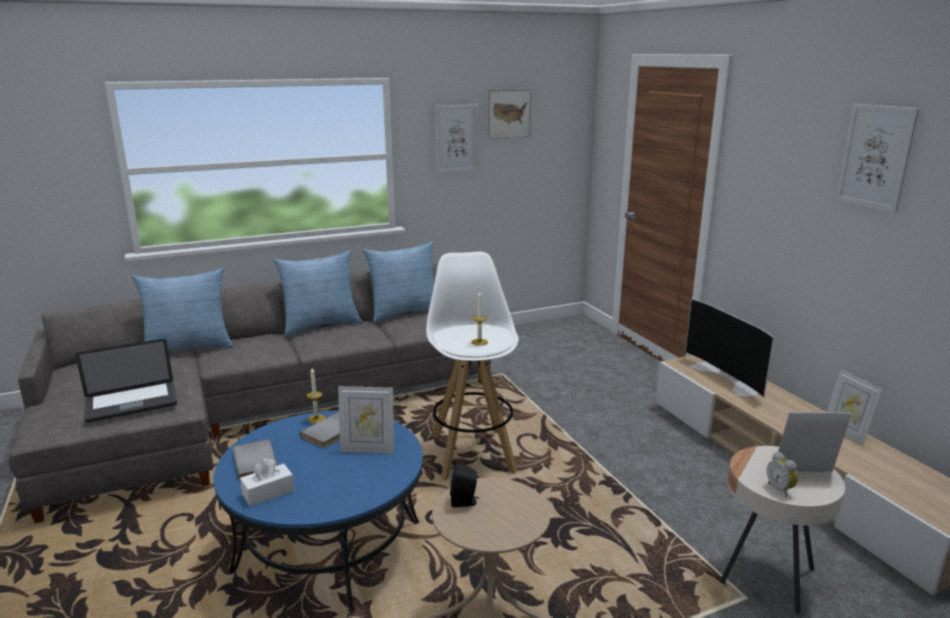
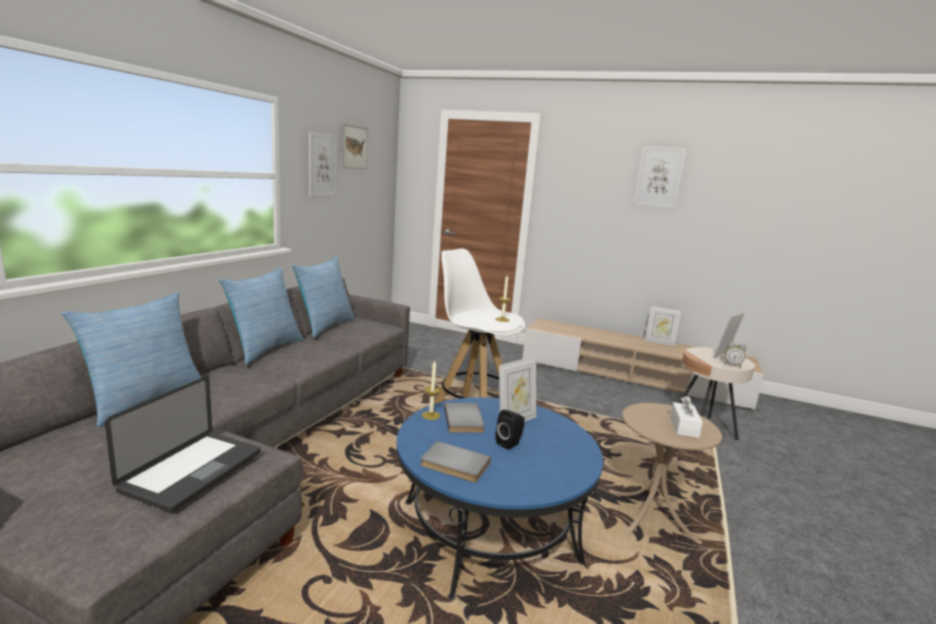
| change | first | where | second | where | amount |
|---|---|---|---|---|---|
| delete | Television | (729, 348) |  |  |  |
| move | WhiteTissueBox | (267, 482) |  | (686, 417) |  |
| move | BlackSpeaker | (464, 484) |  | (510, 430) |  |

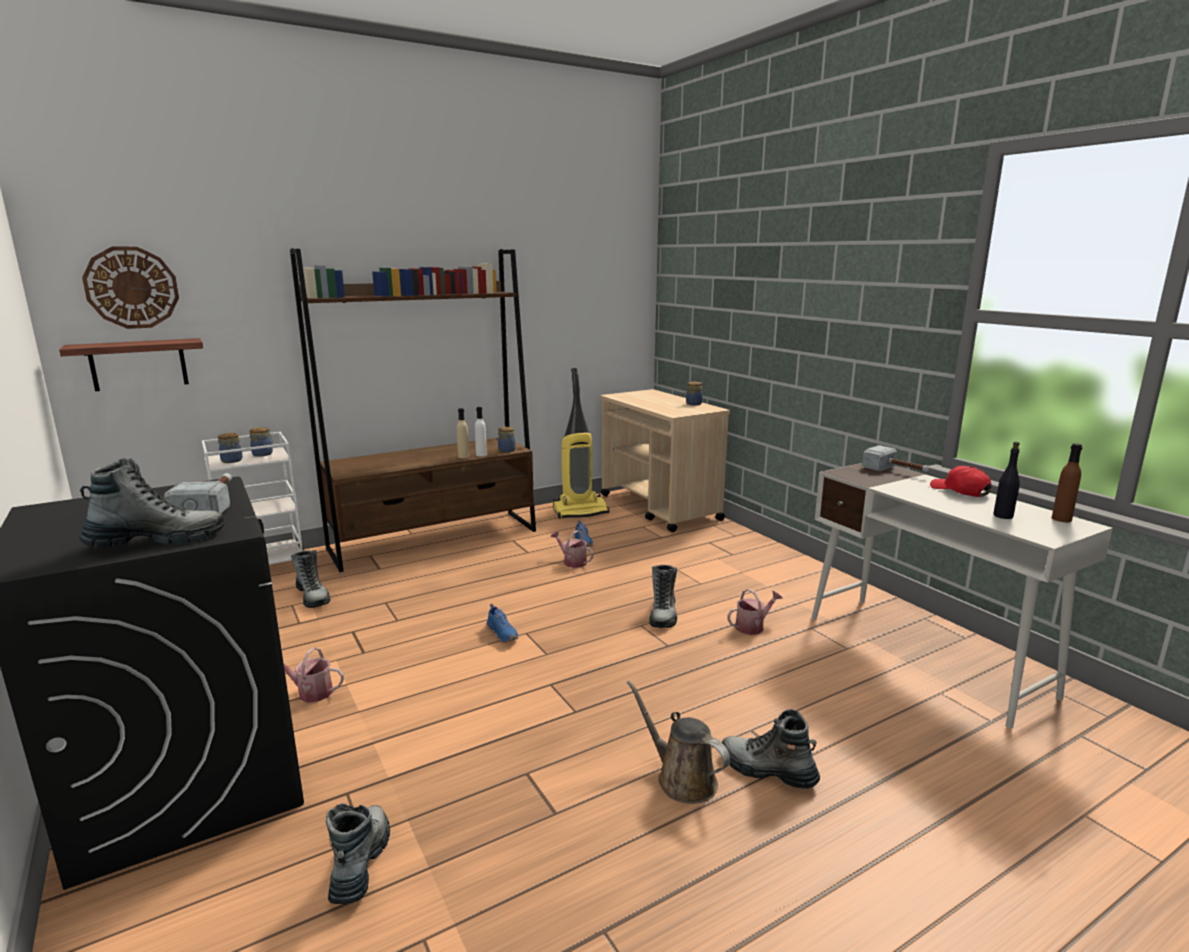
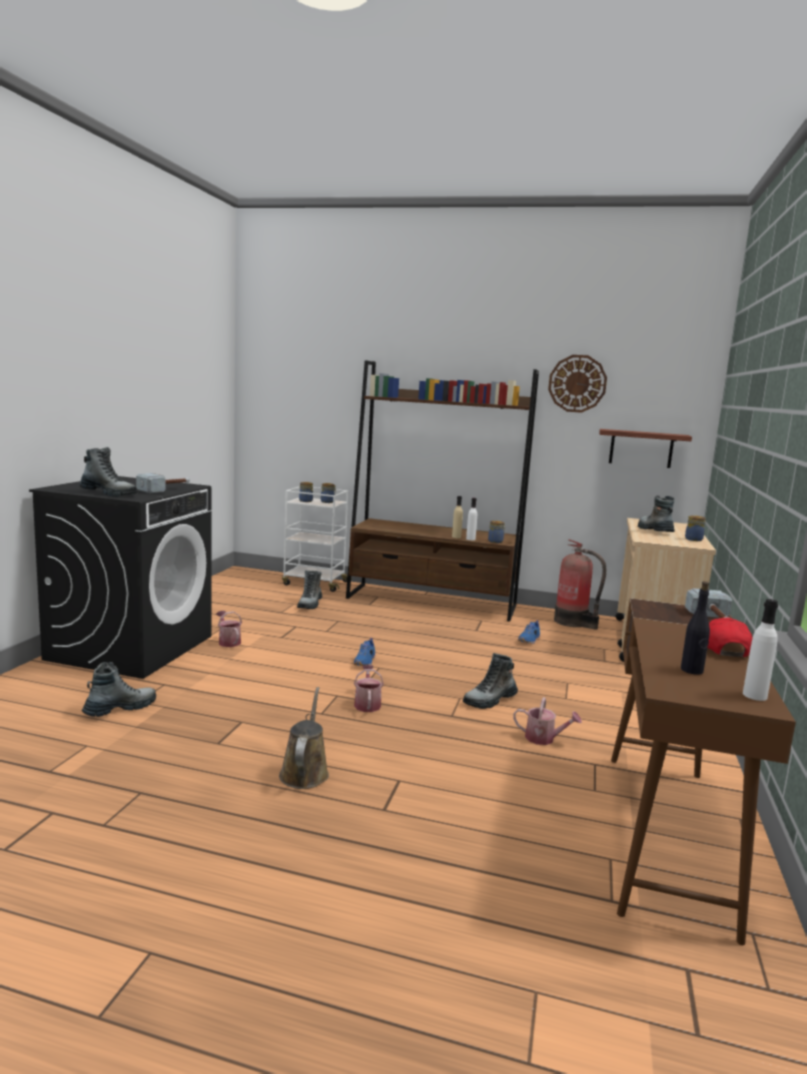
| change | first | where | second | where | amount |
|---|---|---|---|---|---|
| move | Shelf | (131, 364) |  | (645, 448) |  |
| move | WallClock | (130, 288) |  | (577, 384) |  |
| move | WateringCan | (572, 549) |  | (369, 688) |  |
| move | Boot | (771, 749) |  | (656, 513) |  |
| replace | VacuumCleaner | (581, 443) | FireExtinguisher | (580, 584) |  |
| recolor | WhiteDesk | (962, 596) | BrownDesk | (703, 771) |  |
| recolor | BrownBottle | (1067, 482) | WhiteBottle | (760, 650) |  |

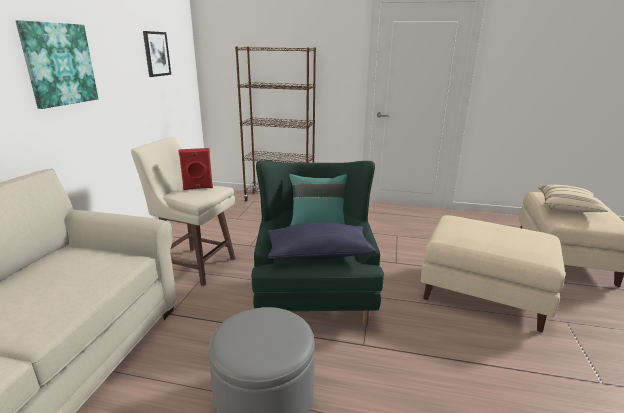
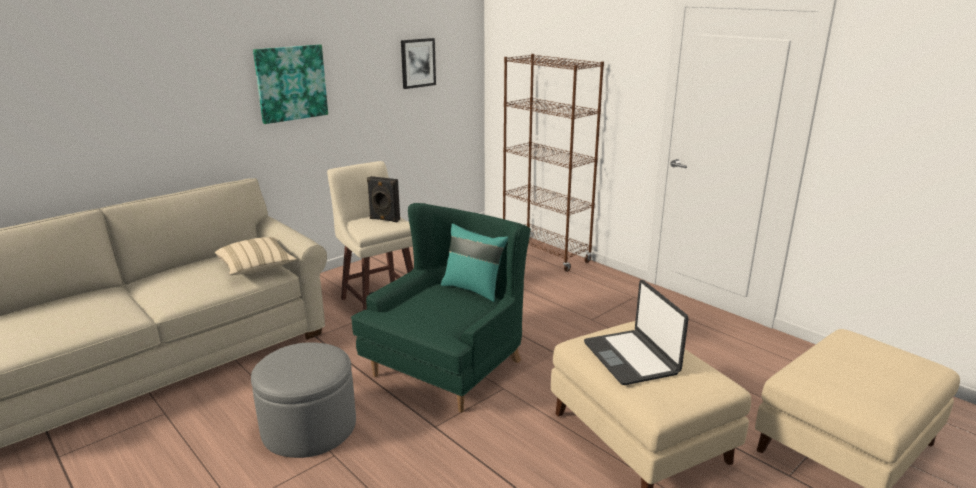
| change | first | where | second | where | amount |
|---|---|---|---|---|---|
| delete | BluePillow | (322, 241) |  |  |  |
| insert |  |  | Laptop | (636, 332) |  |
| move | BeigePillow | (573, 198) |  | (256, 256) |  |
| recolor | RedSpeaker | (195, 169) | BlackSpeaker | (383, 199) |  |

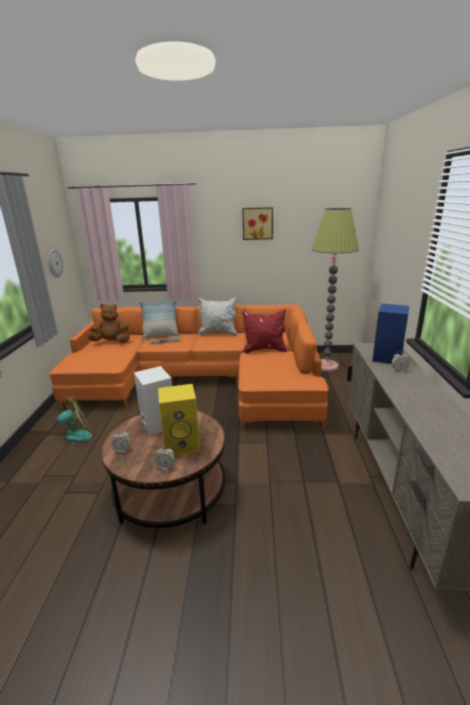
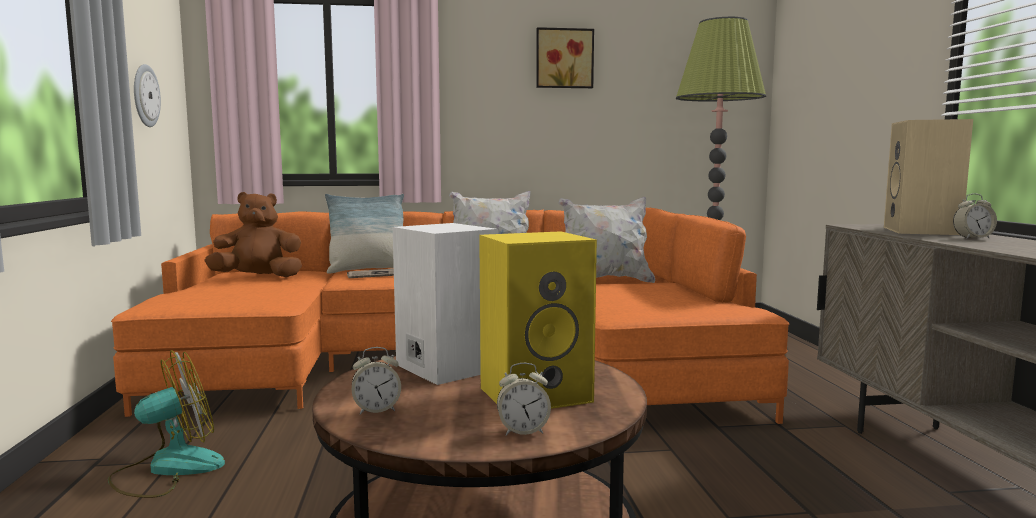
| change | first | where | second | where | amount |
|---|---|---|---|---|---|
| recolor | RedPillow | (264, 331) | WhitePillow | (607, 240) |  |
| recolor | BlueSpeaker | (391, 334) | BeigeSpeaker | (928, 177) |  |

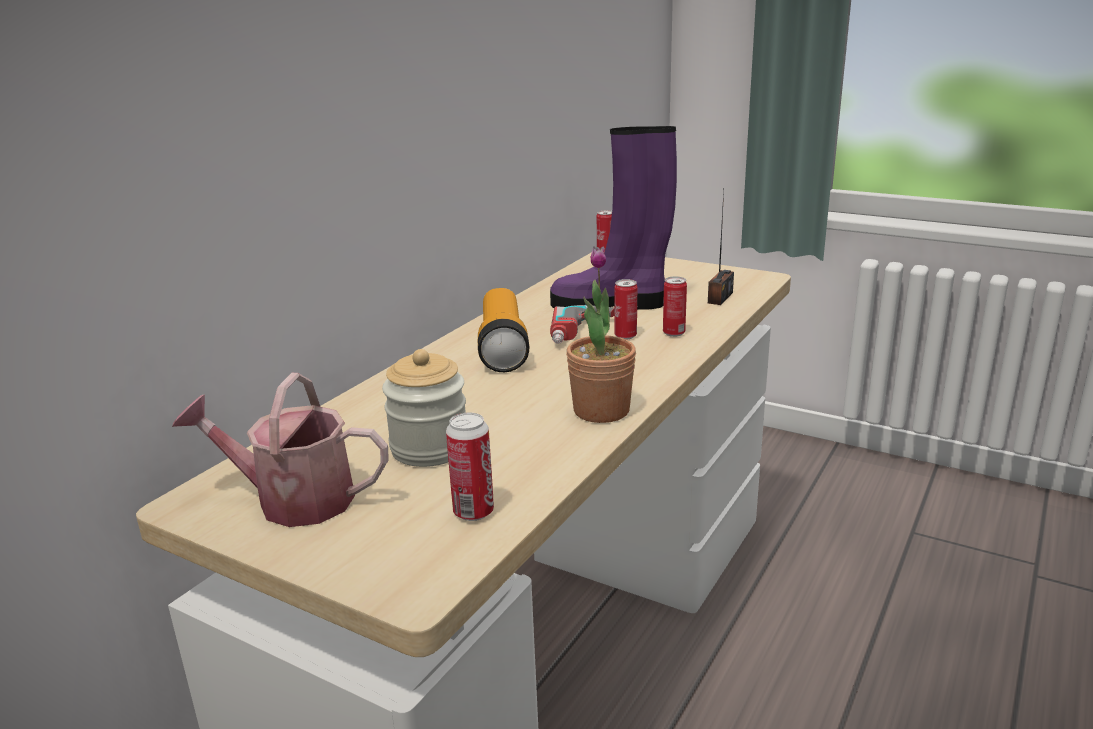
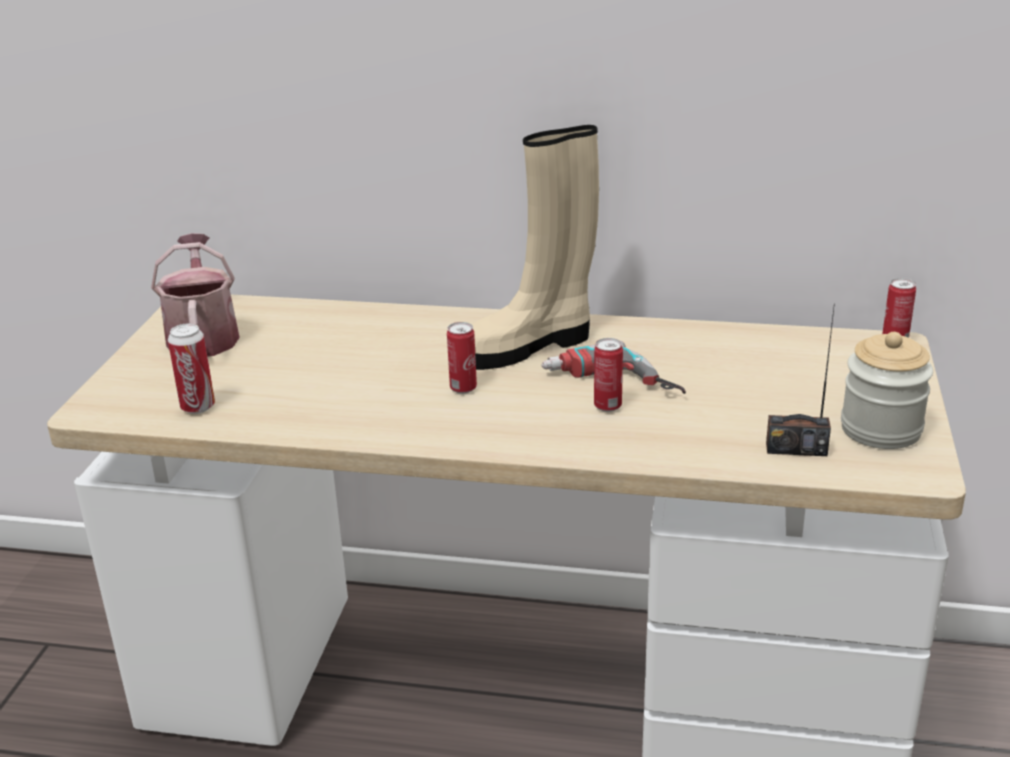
| change | first | where | second | where | amount |
|---|---|---|---|---|---|
| delete | PurpleBoot | (613, 218) |  |  |  |
| delete | PottedPlant | (601, 334) |  |  |  |
| move | Jar | (424, 408) |  | (887, 390) |  |
| move | Can | (675, 306) |  | (462, 358) |  |
| replace | Flashlight | (503, 330) | BeigeBoot | (535, 247) |  |

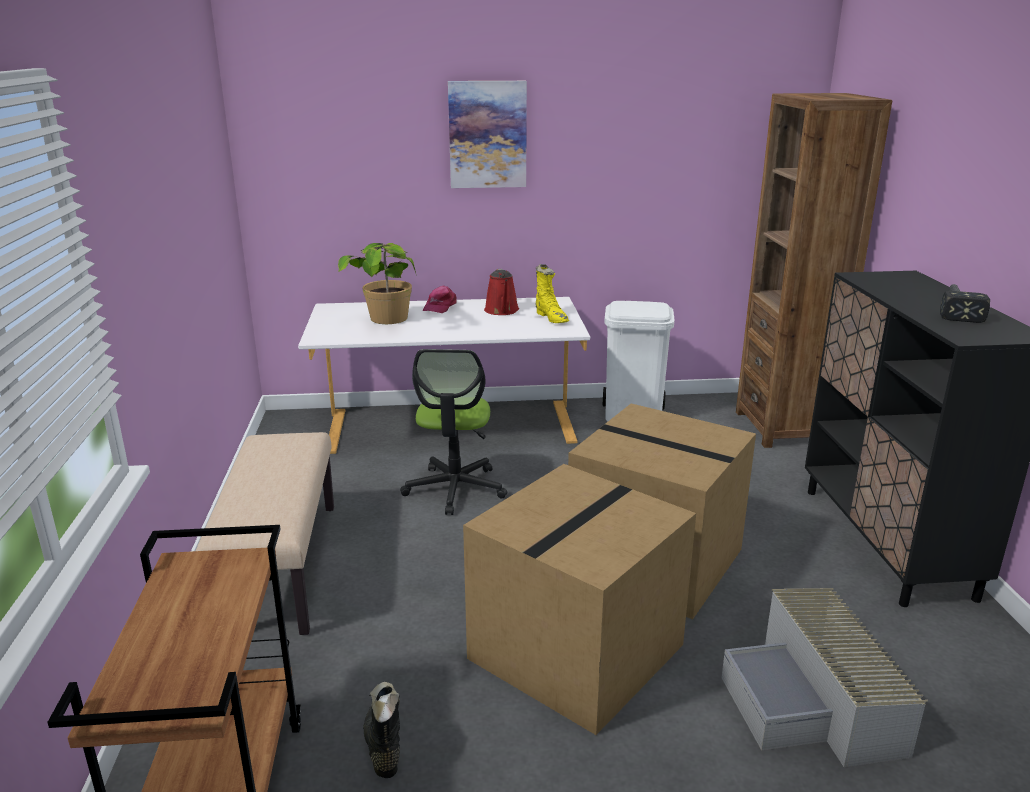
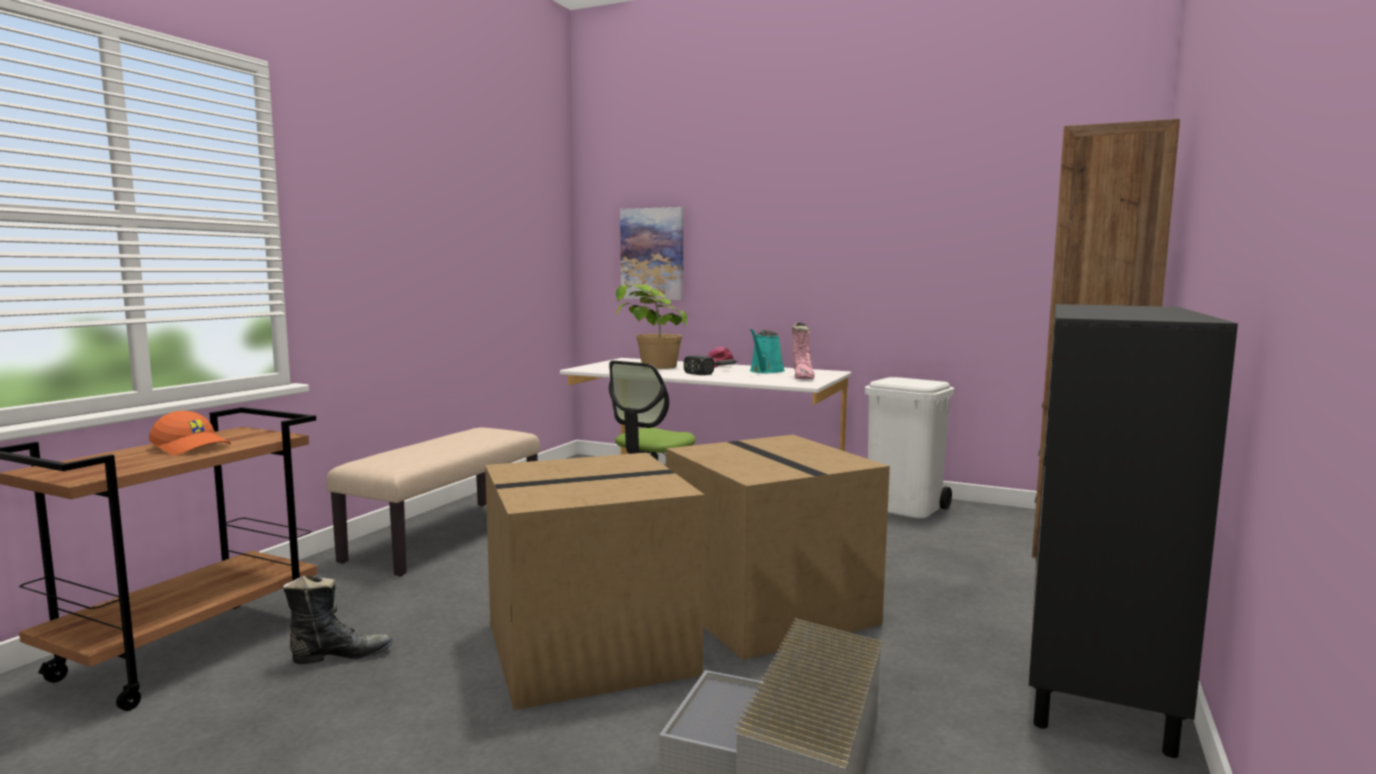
| change | first | where | second | where | amount |
|---|---|---|---|---|---|
| insert |  |  | OrangeCap | (190, 433) |  |
| move | Picture | (487, 134) |  | (651, 253) |  |
| move | Hammer | (965, 303) |  | (711, 365) |  |
| recolor | RedWateringCan | (501, 292) | TurquoiseWateringCan | (767, 351) |  |
| recolor | YellowBoot | (552, 293) | PinkBoot | (803, 350) |  |
| rotate | BlackBoot | (381, 729) |  | (338, 619) | 60 degrees clockwise |

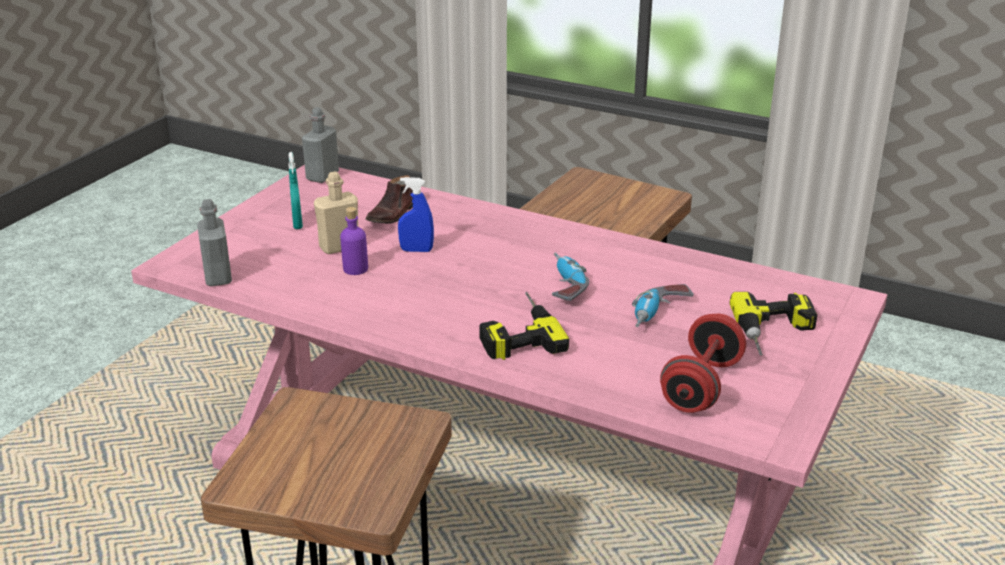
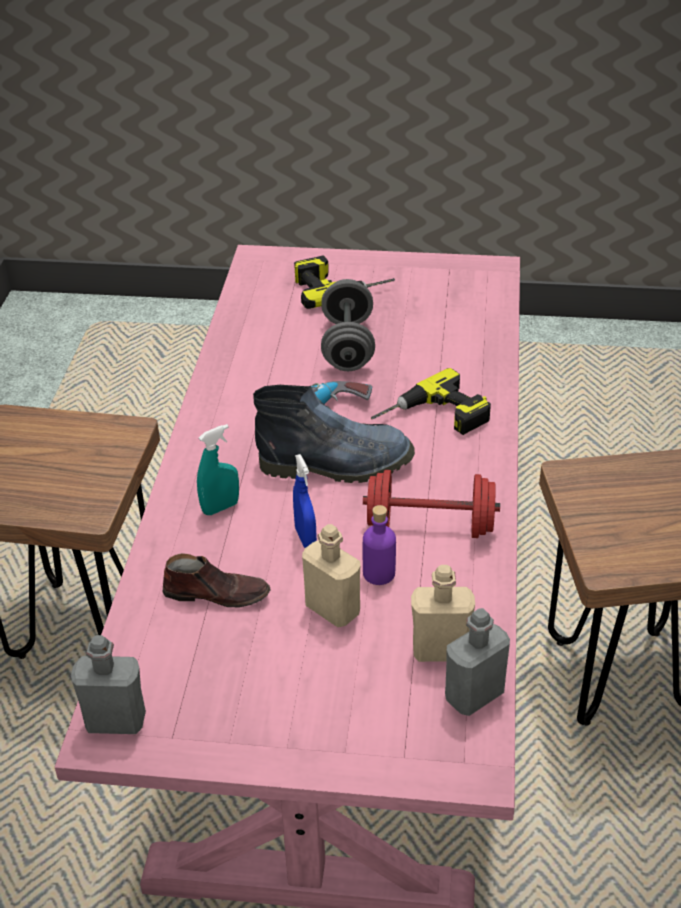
| change | first | where | second | where | amount |
|---|---|---|---|---|---|
| insert |  |  | Boot | (334, 434) |  |
| insert |  |  | BeigeBottle | (443, 613) |  |
| move | TurquoiseSprayBottle | (295, 190) |  | (218, 469) |  |
| move | RedDumbbell | (703, 363) |  | (431, 504) |  |
| replace | PowerDrill | (662, 305) | GreyDumbbell | (348, 325) |  |

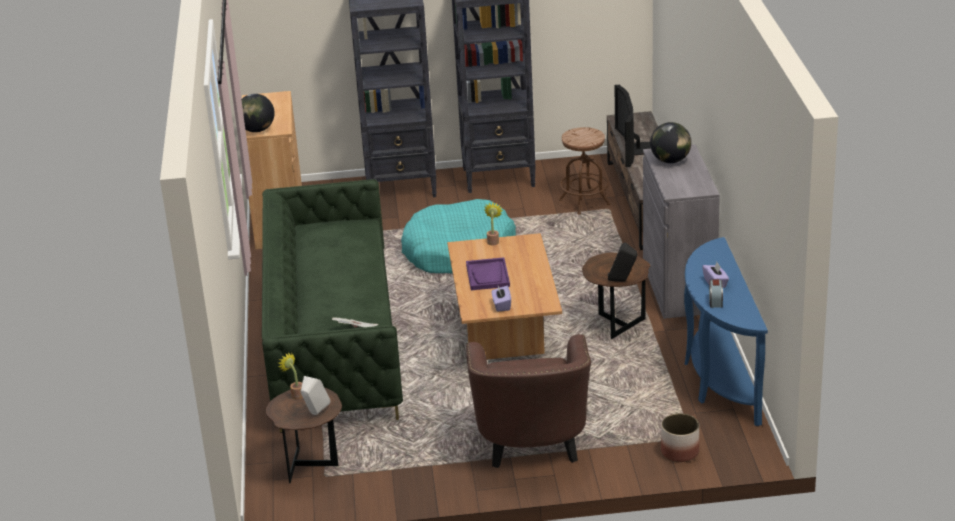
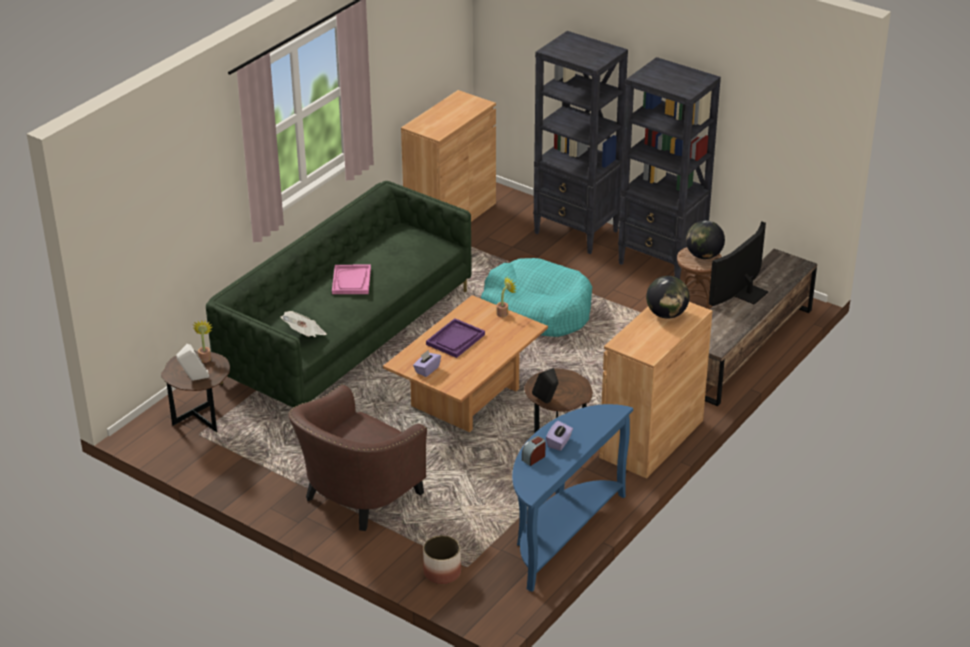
| change | first | where | second | where | amount |
|---|---|---|---|---|---|
| insert |  |  | PinkTray | (351, 279) |  |
| move | Globe | (258, 113) |  | (705, 239) |  |
| recolor | GreyCabinet | (681, 231) | BrownCabinet | (655, 390) |  |

